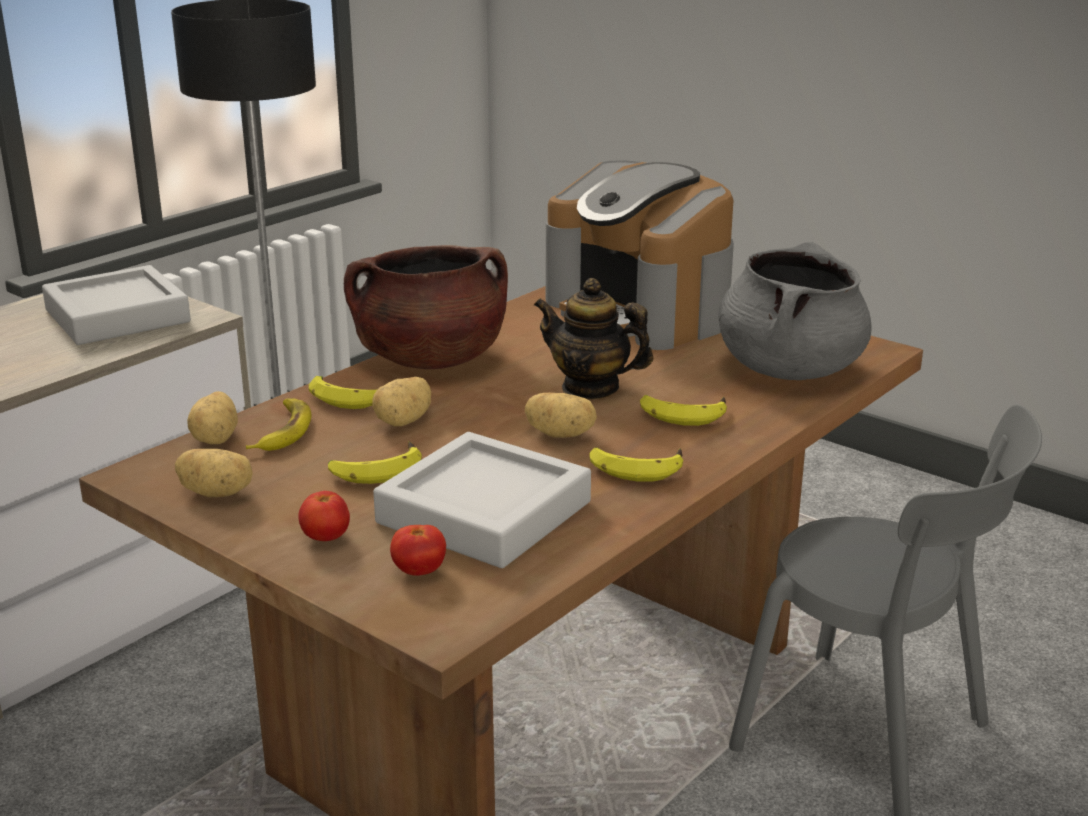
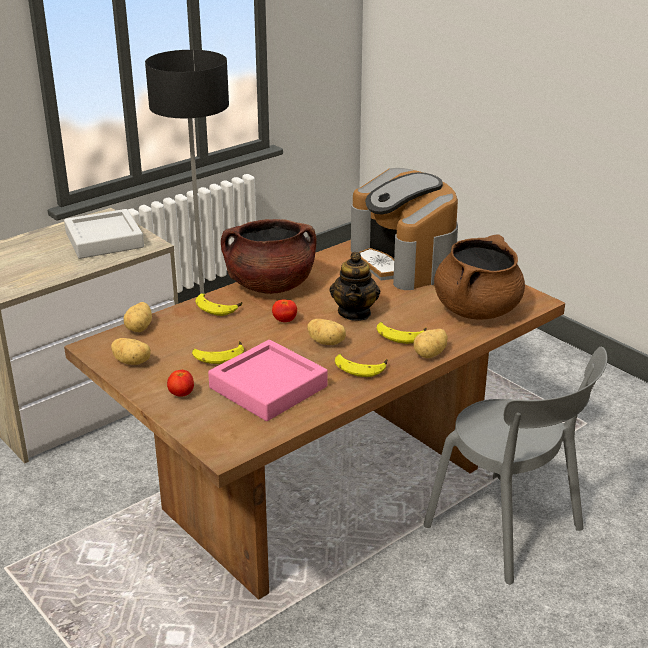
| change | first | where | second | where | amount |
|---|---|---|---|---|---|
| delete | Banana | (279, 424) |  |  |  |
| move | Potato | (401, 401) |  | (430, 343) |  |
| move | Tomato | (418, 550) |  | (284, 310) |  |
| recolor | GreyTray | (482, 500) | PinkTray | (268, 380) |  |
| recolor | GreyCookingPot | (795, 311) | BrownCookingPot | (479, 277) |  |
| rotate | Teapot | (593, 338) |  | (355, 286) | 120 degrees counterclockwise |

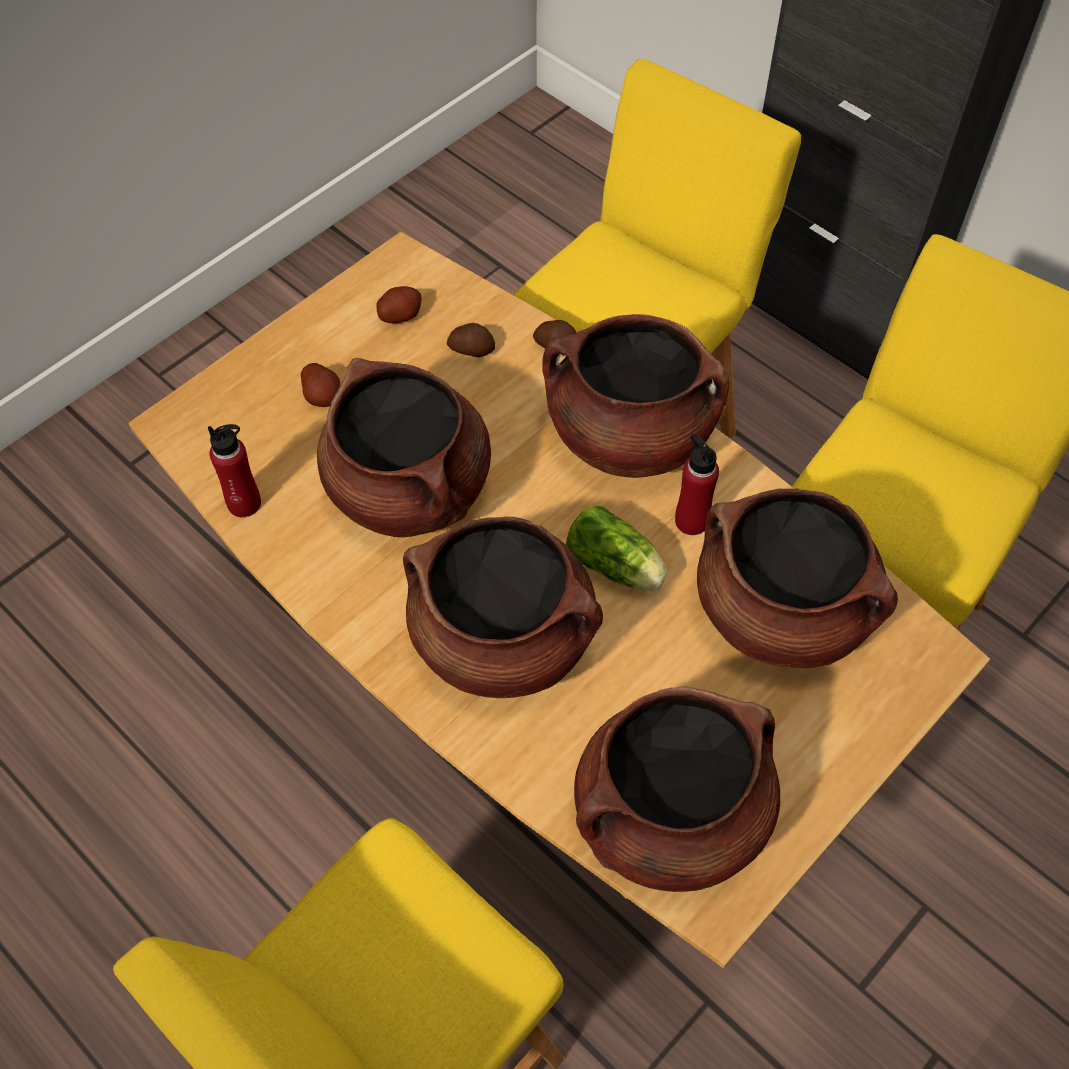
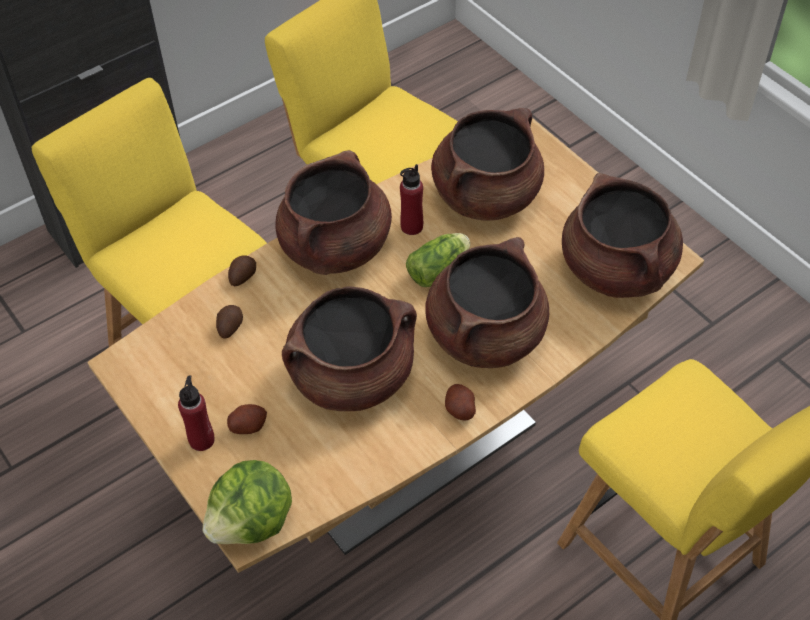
| change | first | where | second | where | amount |
|---|---|---|---|---|---|
| insert |  |  | Lettuce | (247, 502) |  |
| move | RedBottle | (234, 470) |  | (196, 413) |  |
| move | Potato | (399, 304) |  | (460, 402) |  |

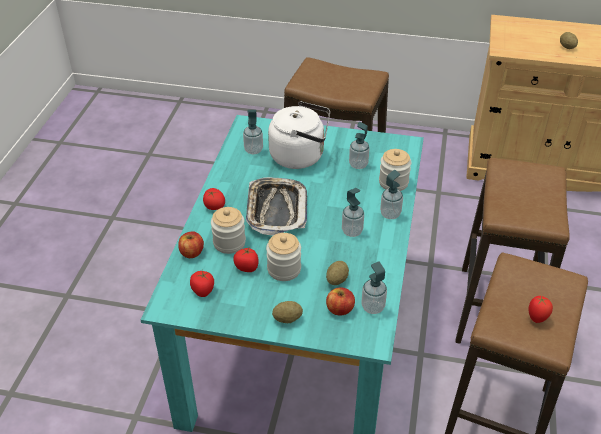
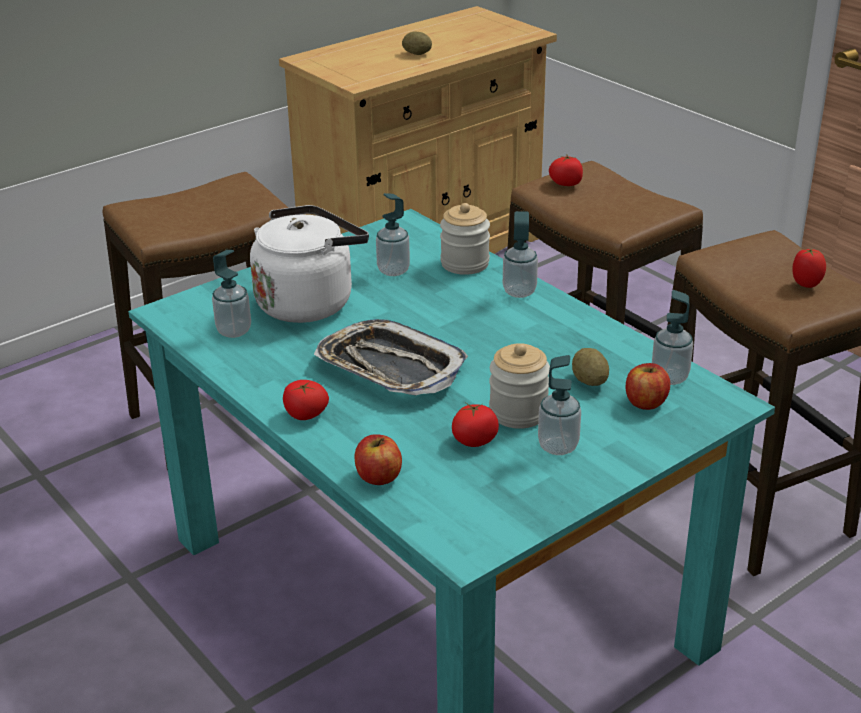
| change | first | where | second | where | amount |
|---|---|---|---|---|---|
| delete | Jar | (228, 230) |  |  |  |
| delete | Potato | (287, 312) |  |  |  |
| move | Tomato | (202, 283) |  | (566, 170) |  |
| move | SoapDispenser | (353, 212) |  | (559, 405) |  |

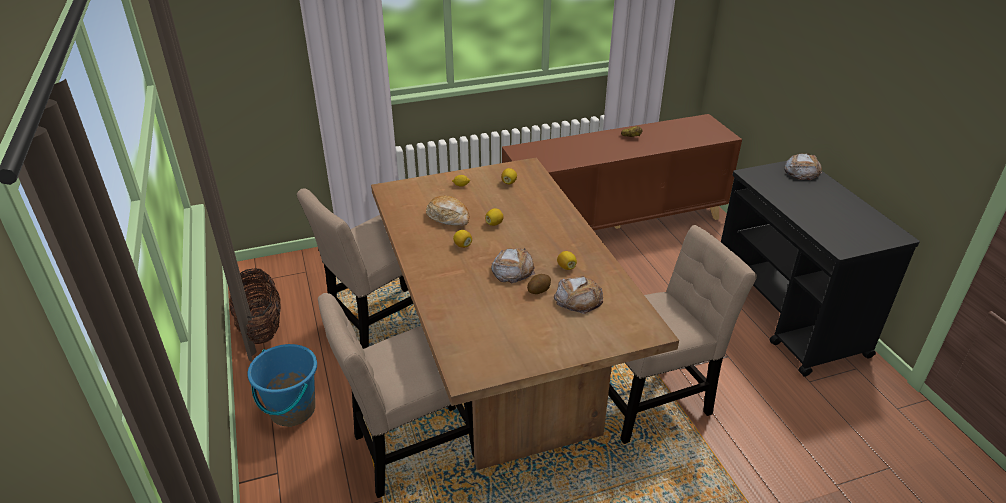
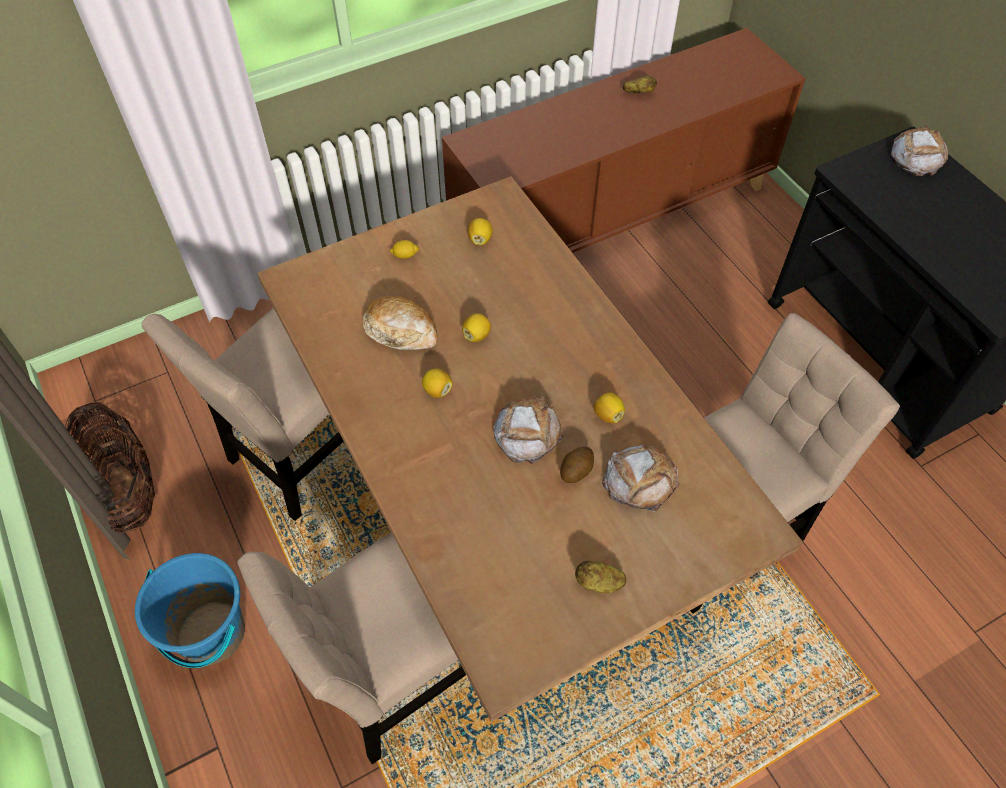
| change | first | where | second | where | amount |
|---|---|---|---|---|---|
| insert |  |  | Potato | (600, 577) |  |

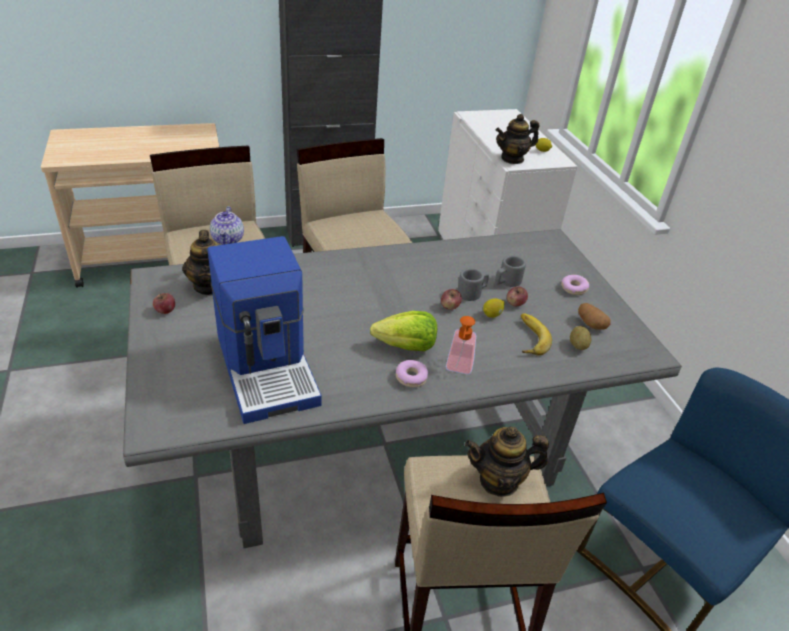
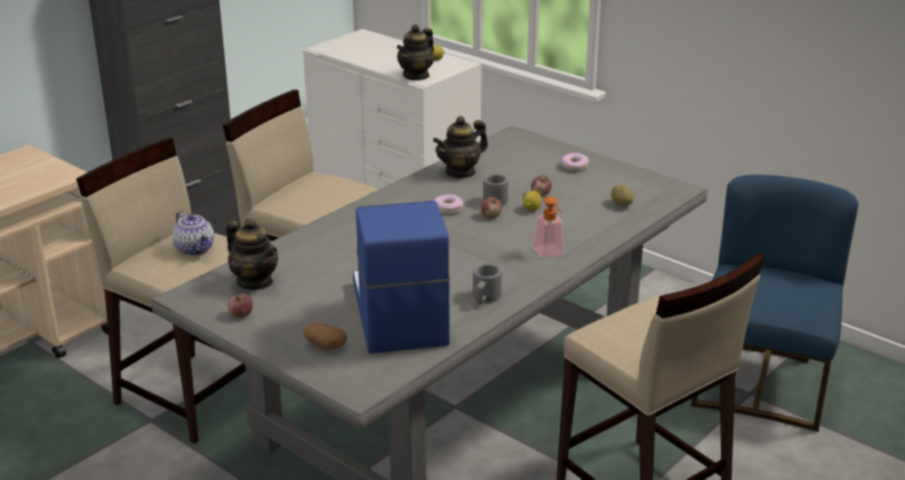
| change | first | where | second | where | amount |
|---|---|---|---|---|---|
| delete | Lettuce | (403, 331) |  |  |  |
| delete | Banana | (536, 334) |  |  |  |
| move | Donut | (412, 373) |  | (448, 204) |  |
| move | Teapot | (507, 461) |  | (460, 147) |  |
| move | GreyMug | (510, 271) |  | (487, 284) |  |
| move | Potato | (594, 316) |  | (325, 336) |  |
| rotate | CoffeeMachine | (264, 330) |  | (401, 277) | 135 degrees counterclockwise |

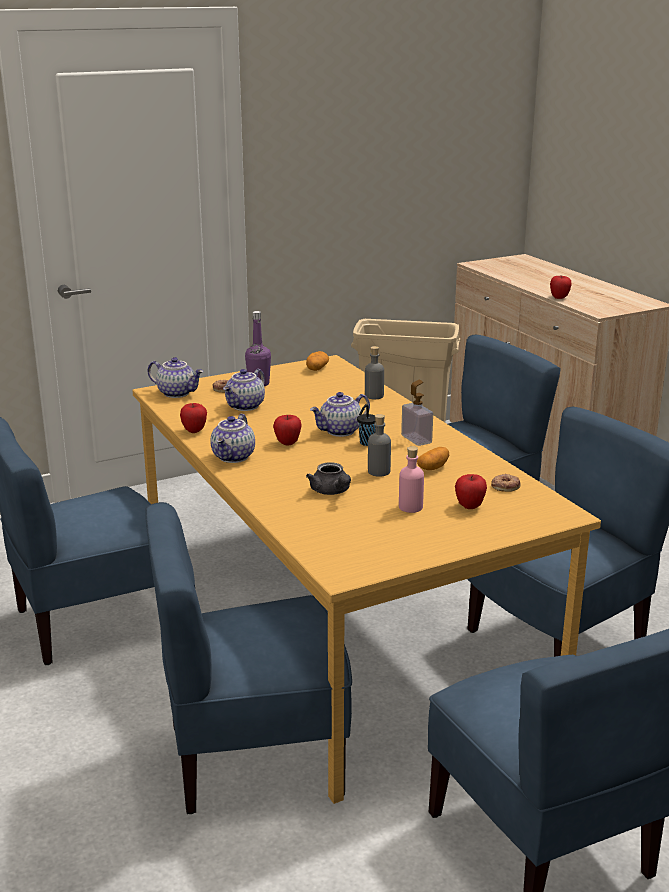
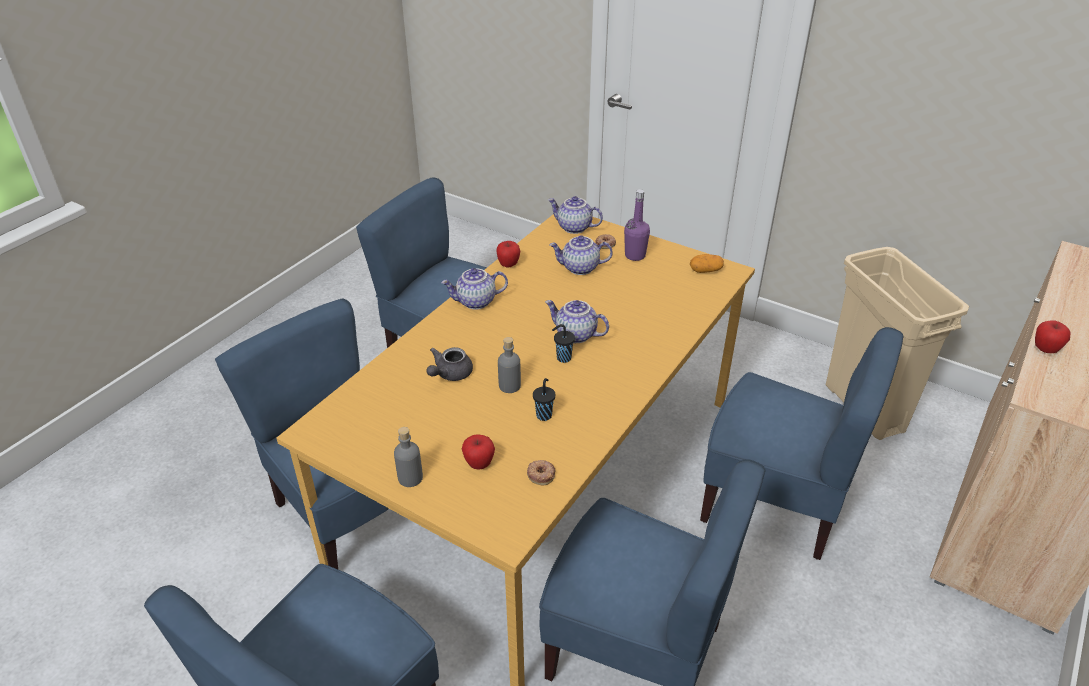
| change | first | where | second | where | amount |
|---|---|---|---|---|---|
| delete | Apple | (287, 430) |  |  |  |
| delete | PinkBottle | (411, 479) |  |  |  |
| delete | SoapDispenser | (417, 413) |  |  |  |
| move | GreyBottle | (374, 372) |  | (408, 457) |  |
| replace | Potato | (433, 458) | BlackCup | (544, 399) |  |
| rotate | Teapot | (175, 377) |  | (575, 215) | 120 degrees clockwise |

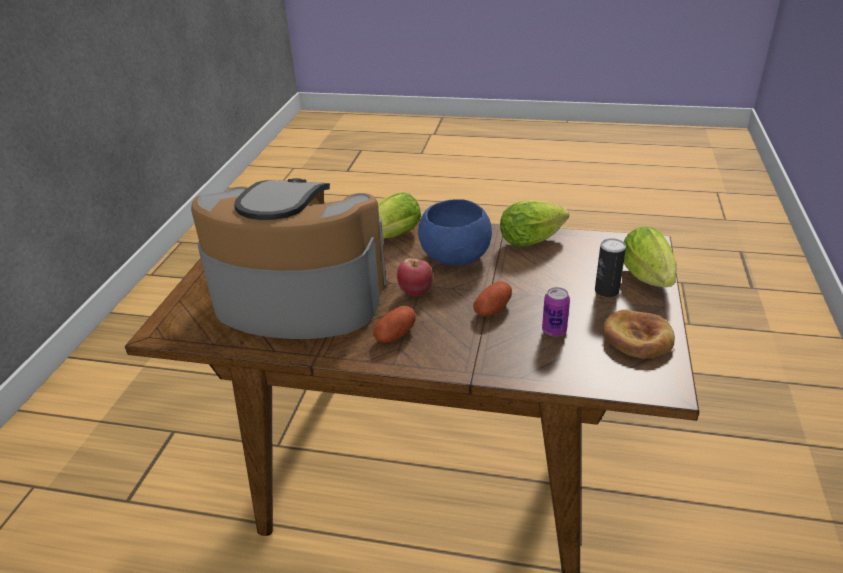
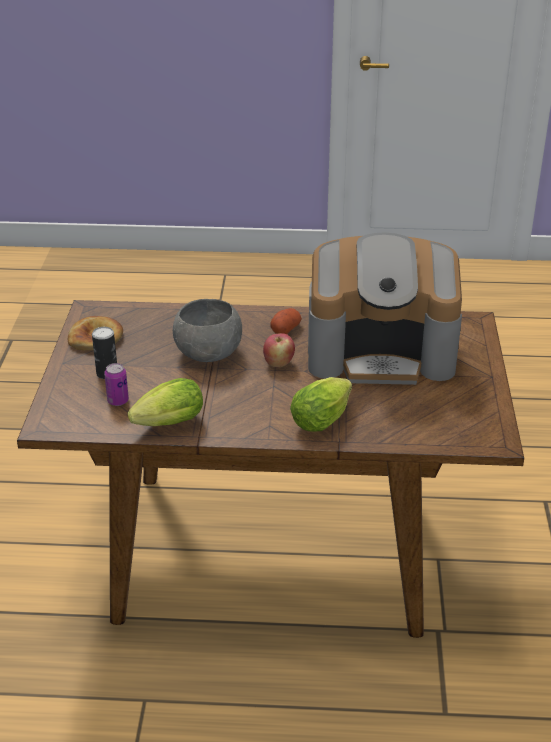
| change | first | where | second | where | amount |
|---|---|---|---|---|---|
| delete | BlueBowl | (455, 232) |  |  |  |
| delete | Lettuce | (650, 257) |  |  |  |
| move | Can | (556, 312) |  | (116, 384) |  |
| replace | Potato | (492, 298) | GreyBowl | (207, 330) |  |

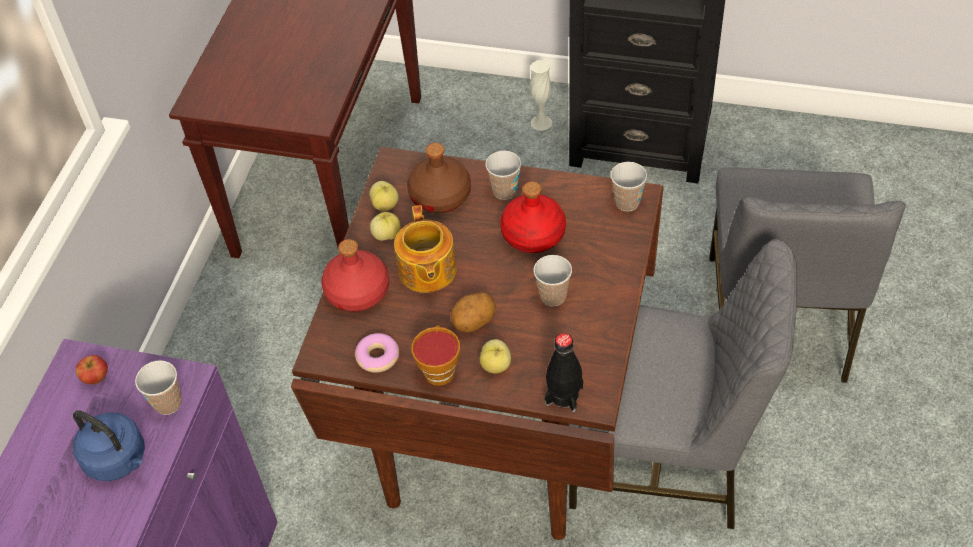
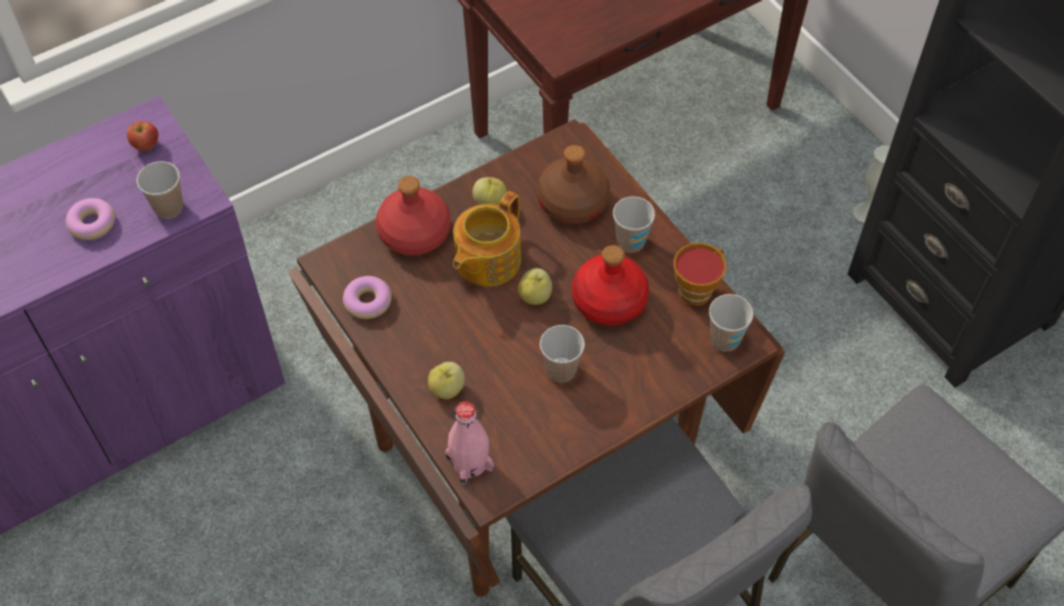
| change | first | where | second | where | amount |
|---|---|---|---|---|---|
| delete | Potato | (473, 312) |  |  |  |
| move | Apple | (384, 196) |  | (535, 286) |  |
| move | Cup | (435, 355) |  | (700, 274) |  |
| replace | BlueKettle | (109, 445) | Donut | (90, 219) |  |
| recolor | BlackBottle | (564, 372) | PinkBottle | (469, 443) |  |

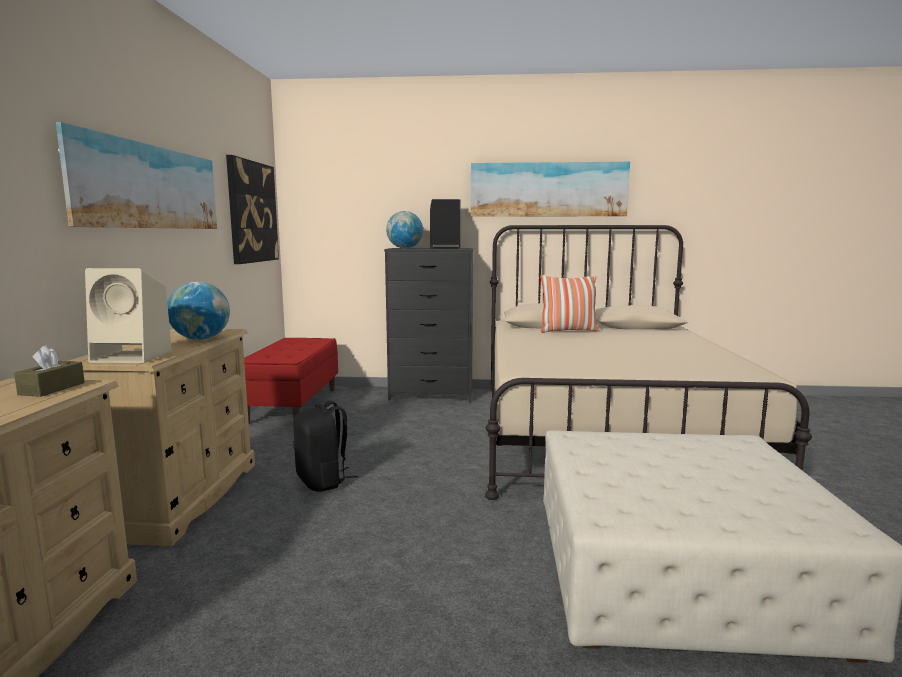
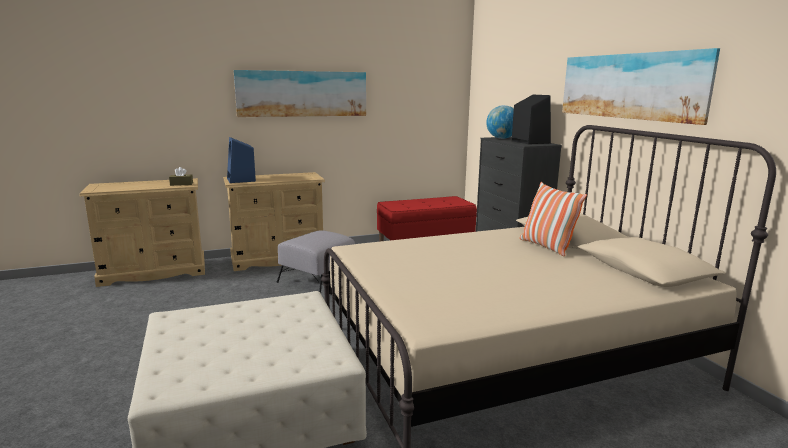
| change | first | where | second | where | amount |
|---|---|---|---|---|---|
| delete | Globe | (198, 311) |  |  |  |
| delete | Picture | (252, 209) |  |  |  |
| replace | BlackBackpack | (325, 446) | GreyOttoman | (315, 262) |  |
| recolor | BeigeSpeaker | (128, 315) | BlueSpeaker | (241, 160) |  |

